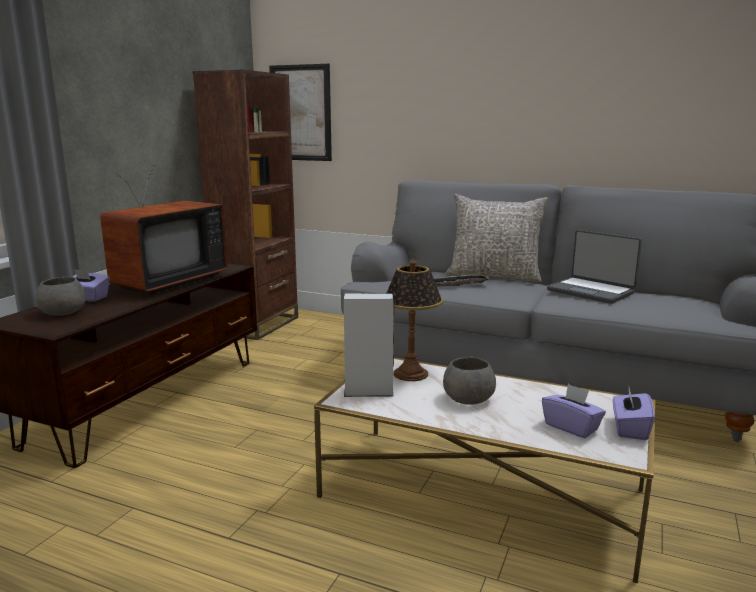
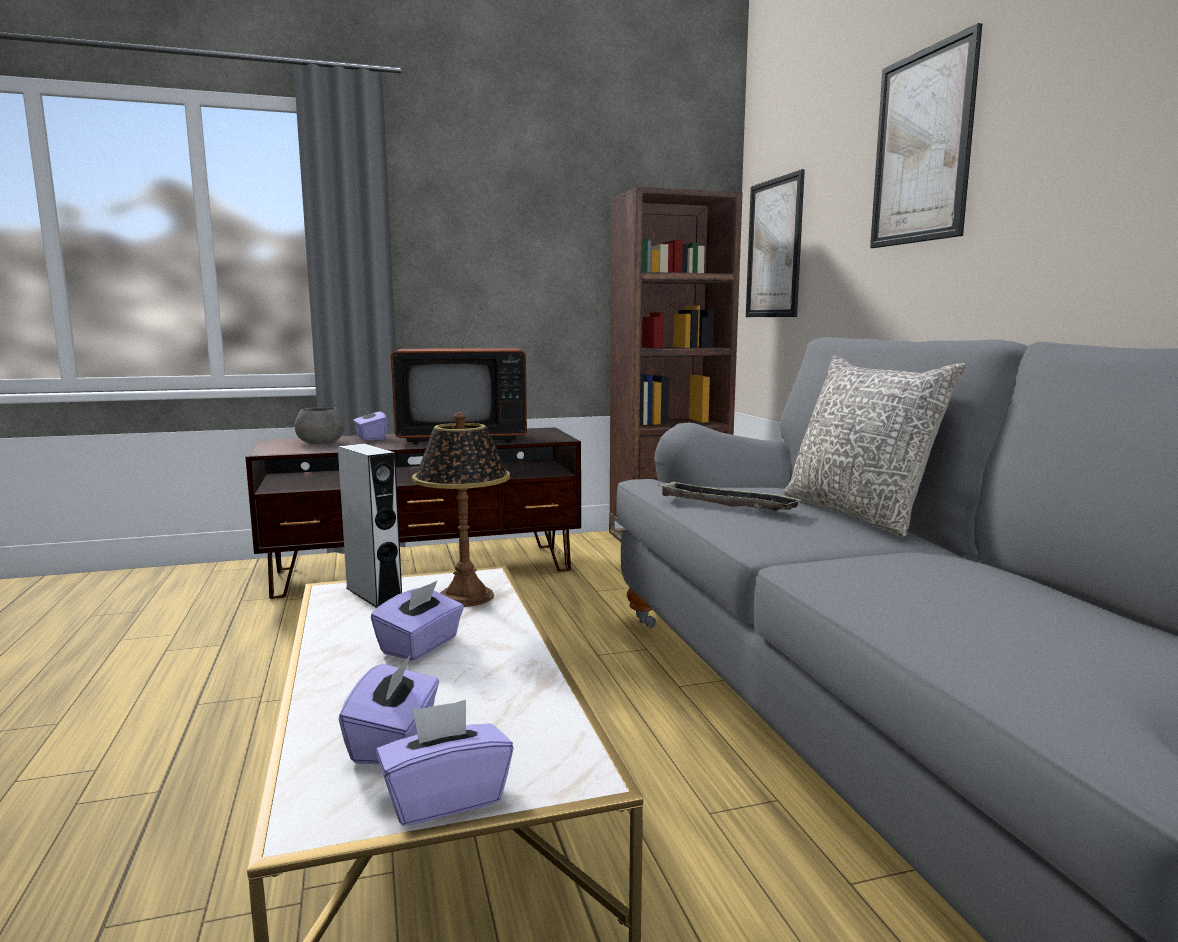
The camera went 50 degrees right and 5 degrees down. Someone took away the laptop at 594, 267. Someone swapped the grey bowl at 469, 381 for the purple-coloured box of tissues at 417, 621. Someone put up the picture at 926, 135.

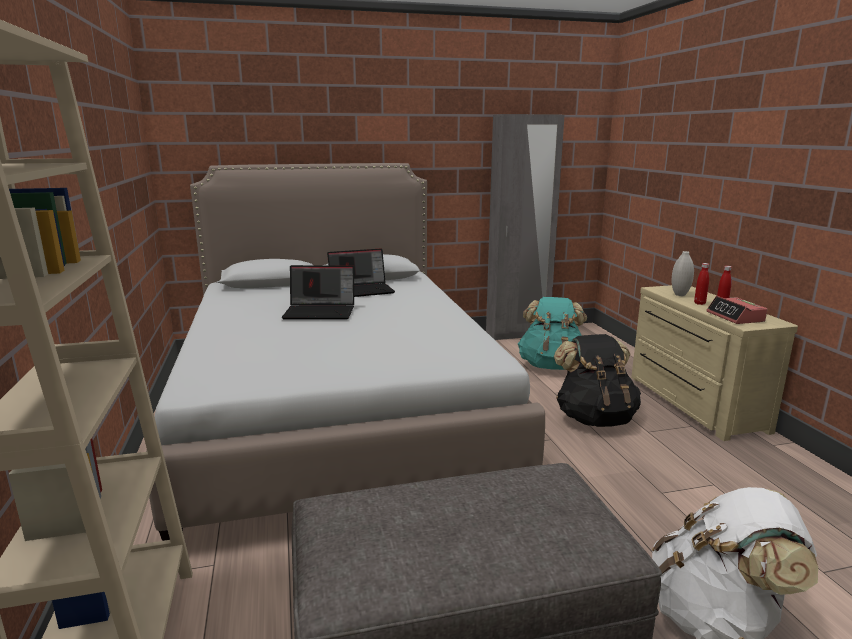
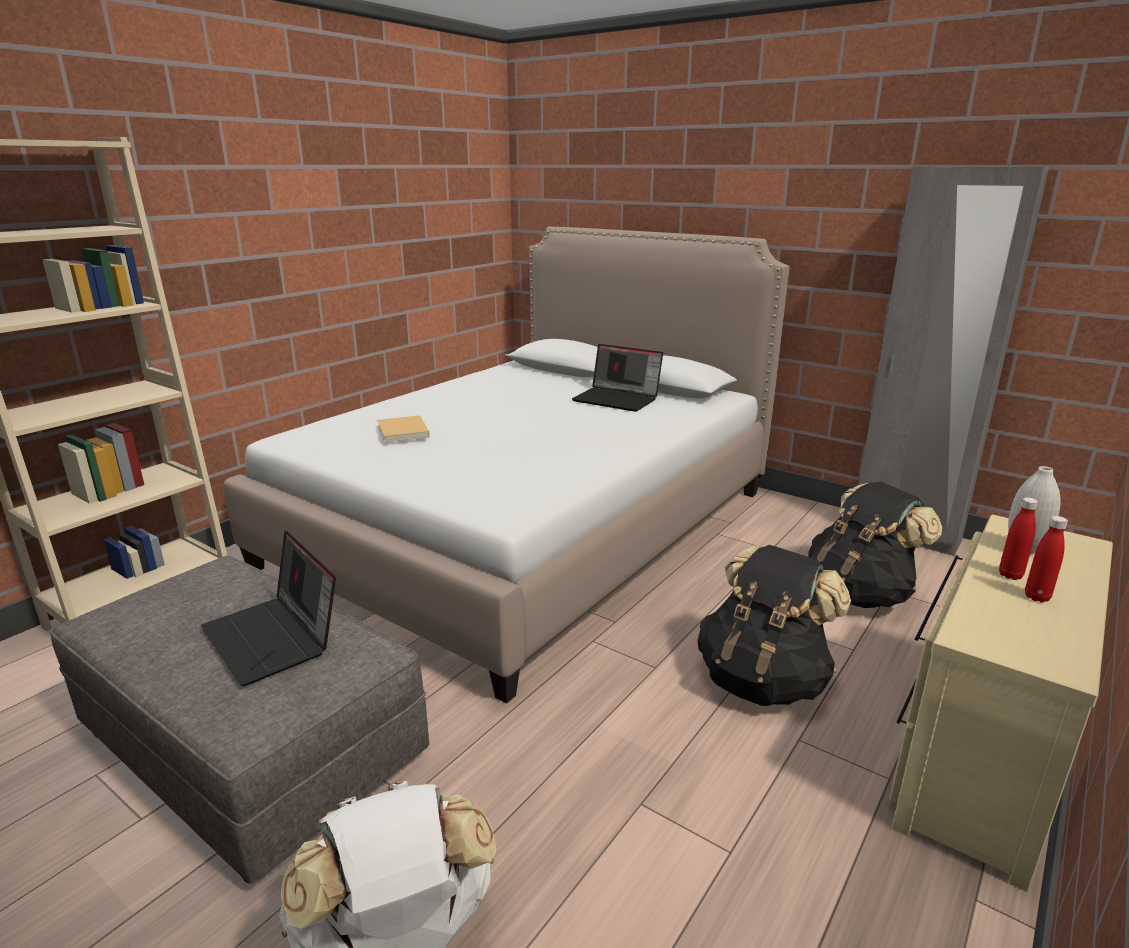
The camera went 50 degrees right and 5 degrees up. Someone carried the laptop from 318, 292 to 268, 608. Someone took away the alarm clock at 736, 310. Someone repainted the blue-green backpack at 552, 333, which became the black backpack at 875, 544. Someone put down the beige-coloured bound book at 403, 429.

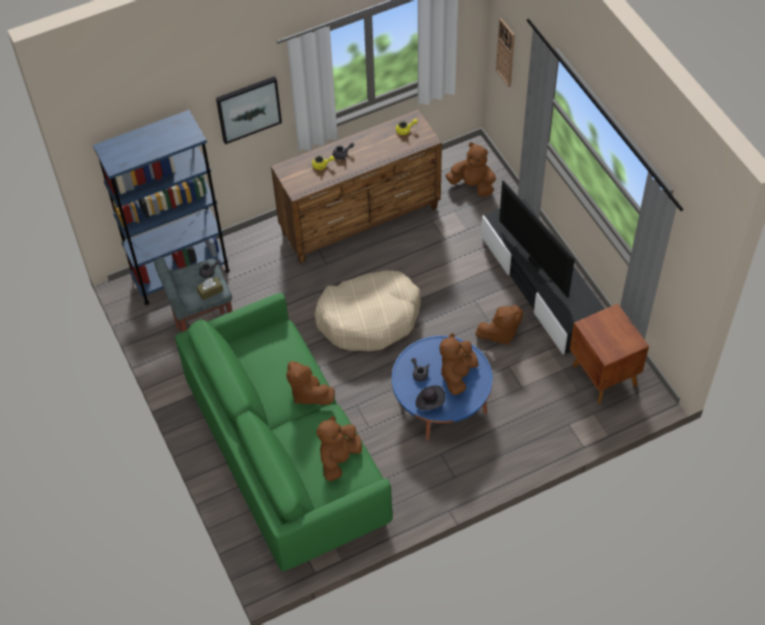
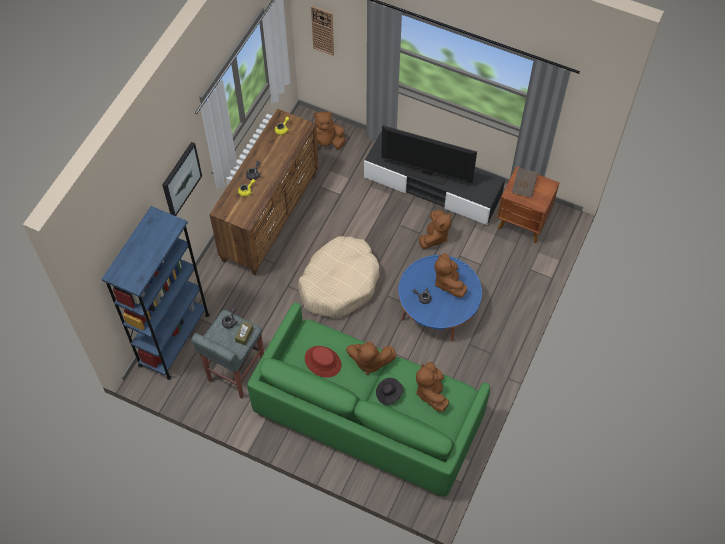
The camera went 40 degrees left and 5 degrees up. Someone carried the black clothing hat from 430, 397 to 389, 391. Someone put down the brown-coloured bound book at 525, 183. Someone put down the reddish clothing hat at 323, 362.

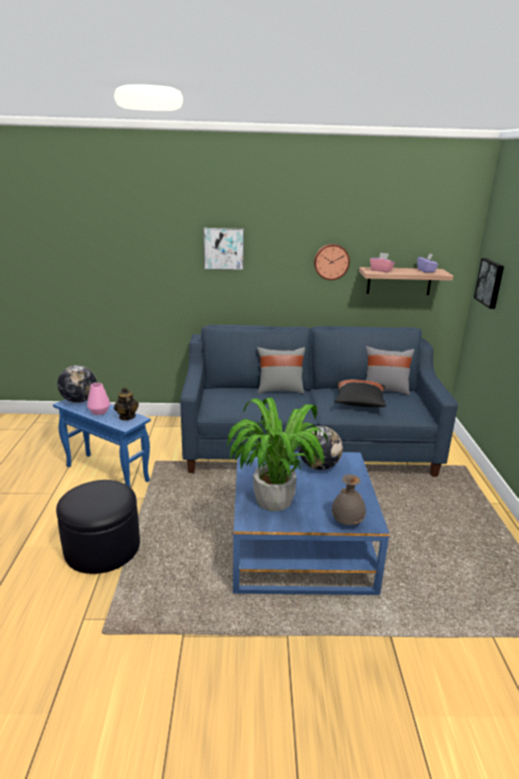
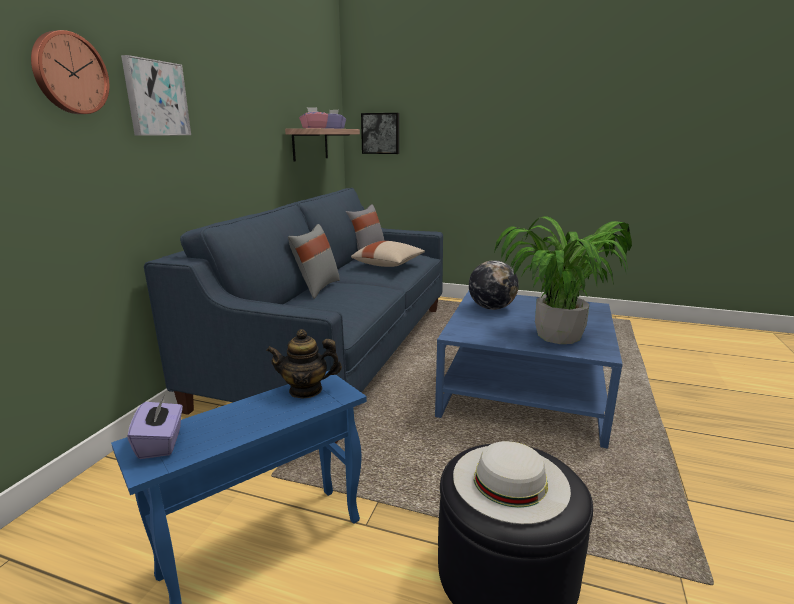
The camera went 70 degrees left and 5 degrees down. Someone carried the clock on the wall from 332, 262 to 70, 72. Someone swapped the world globe at 77, 384 for the purple-coloured box of tissues at 155, 427. Someone repainted the black throw pillow at 360, 393, which became the beige-coloured throw pillow at 388, 254. Someone took away the pink-coloured decorative vase at 98, 399. Someone took away the grey decorative vase at 349, 499. Someone put down the white-coloured clothing hat at 512, 482.

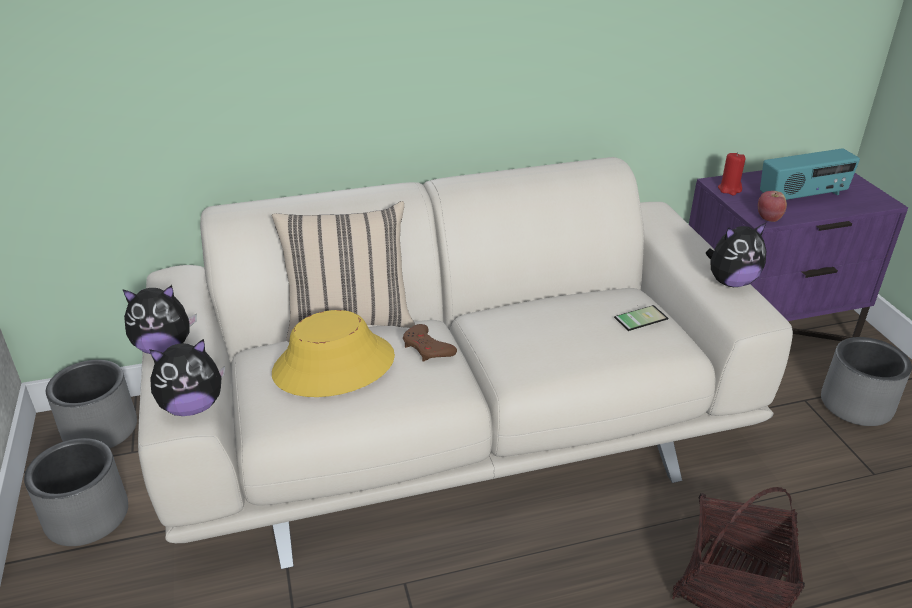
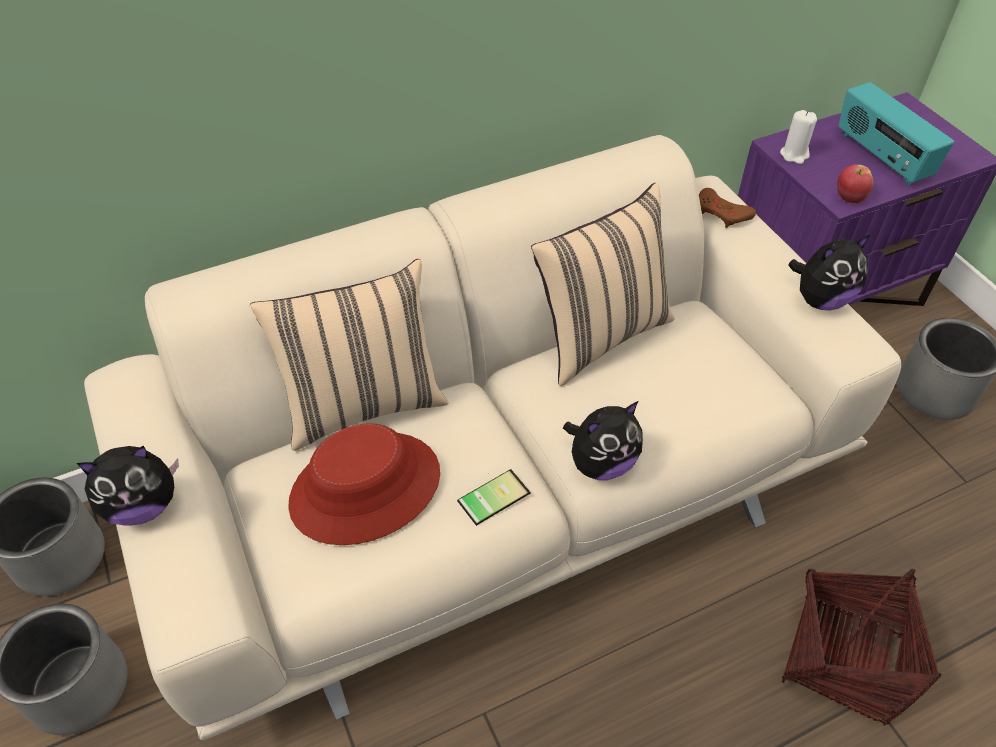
The camera went 10 degrees left and 15 degrees up. Someone rotated the radio receiver at 810, 174 by 90 degrees clockwise. Someone repainted the reddish candle at 731, 173, which became the white-coloured candle at 798, 137. Someone carried the handset from 641, 318 to 493, 497. Someone repainted the yellow clothing hat at 333, 353, which became the reddish clothing hat at 364, 484. Someone carried the brown-coloured joypad from 430, 343 to 727, 208. Someone carried the plush toy from 187, 377 to 603, 440. Someone put down the beige-coloured throw pillow at 603, 284.

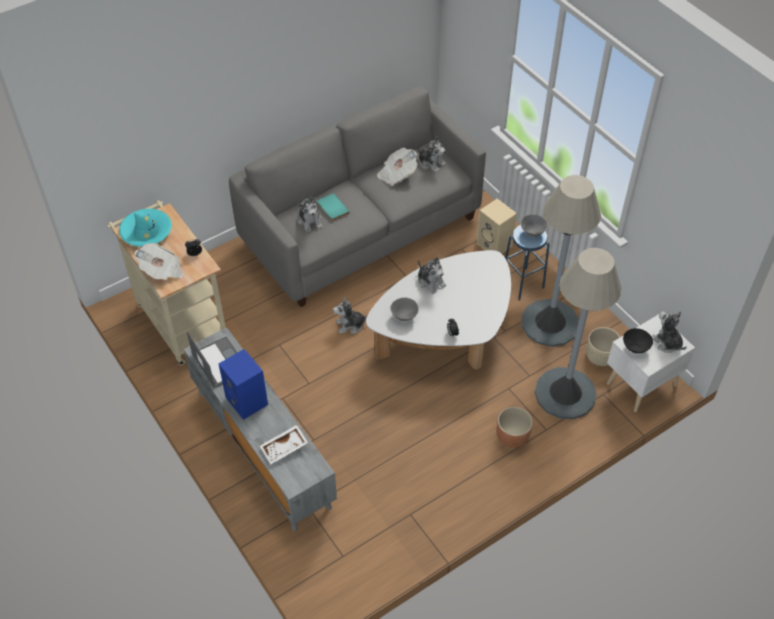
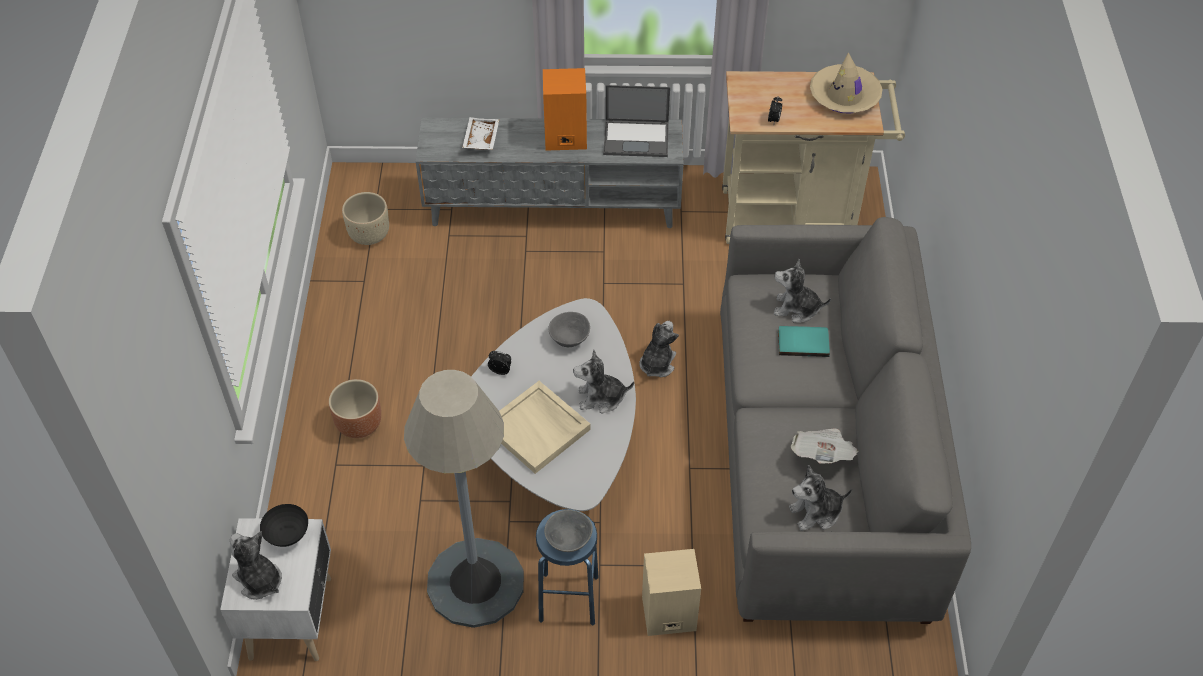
The camera went 125 degrees right and 0 degrees up. Someone repainted the blue-green clothing hat at 145, 228, which became the beige-coloured clothing hat at 846, 82. Someone took away the printed paper at 158, 261. Someone took away the grey floor lamp at 578, 333. Someone rotated the plush toy at 669, 332 by 135 degrees counterclockwise. Someone carried the beige-coloured planter from 603, 346 to 365, 218. Someone repainted the bluish loudspeaker at 243, 384, which became the orangey loudspeaker at 565, 109. Someone put down the beige-coloured tray at 544, 427.

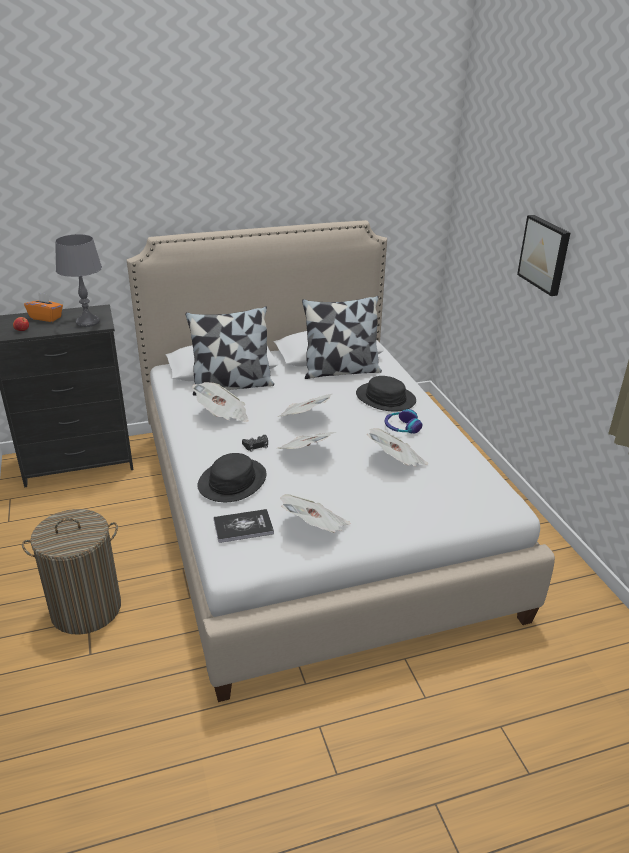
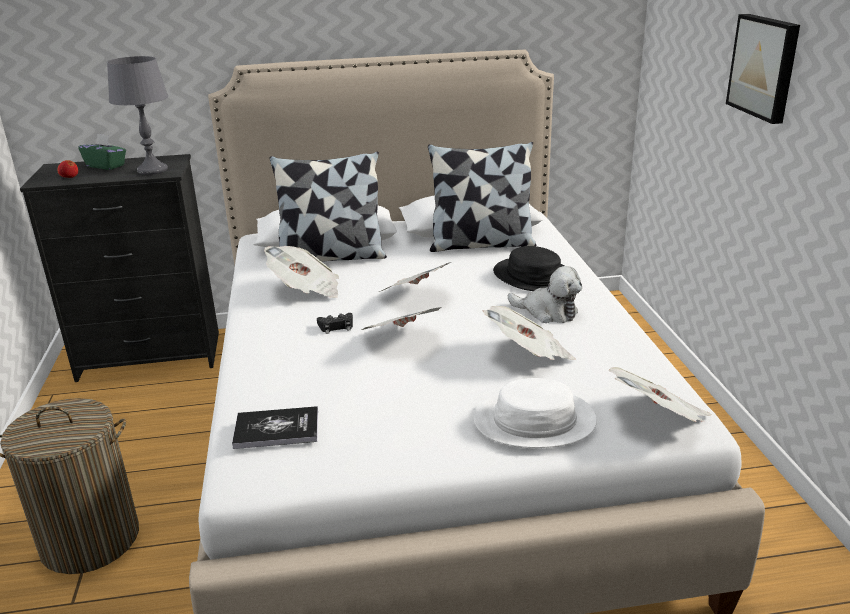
The camera went 10 degrees right and 5 degrees down. Someone repainted the orangey box of tissues at 43, 307, which became the green box of tissues at 102, 151. Someone swapped the pair of headphones at 403, 421 for the plush toy at 545, 294. Someone took away the black clothing hat at 231, 477. Someone carried the printed paper from 315, 513 to 660, 394. Someone put down the white-coloured clothing hat at 535, 413.

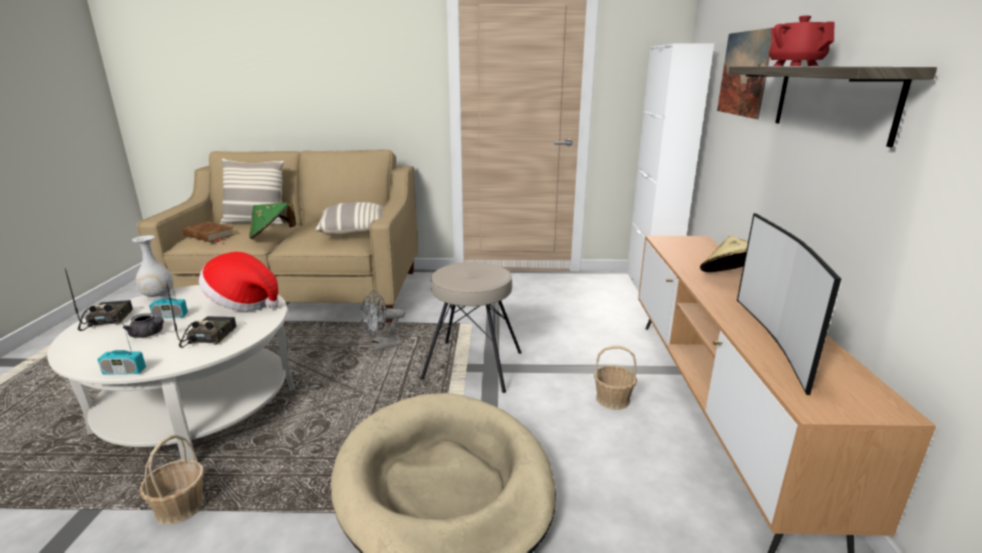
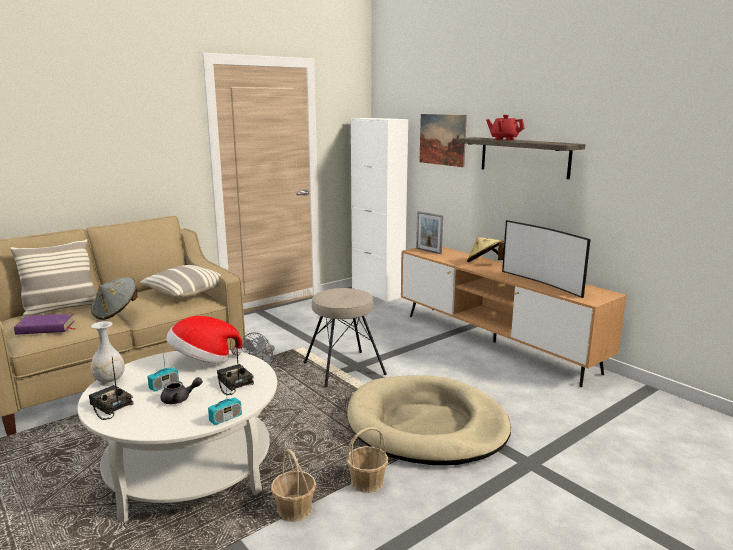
The camera went 40 degrees left and 5 degrees down. Someone repainted the green clothing hat at 272, 220, which became the grey clothing hat at 114, 298. Someone repainted the brown-coloured bound book at 208, 232, which became the purple-coloured bound book at 44, 324. Someone carried the basket from 615, 377 to 367, 460. Someone put down the standing frame at 429, 232.

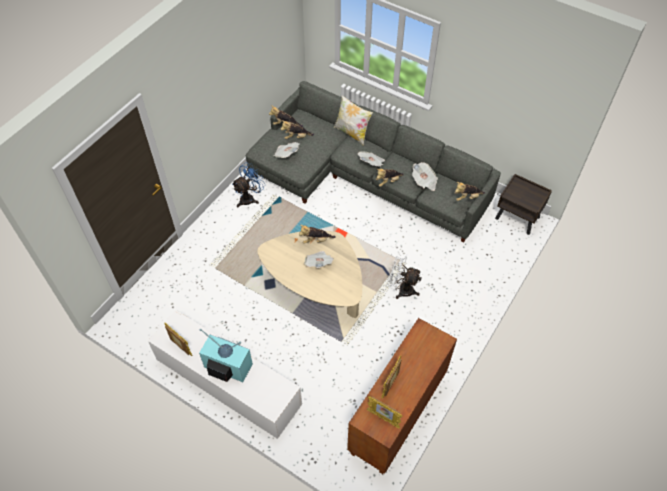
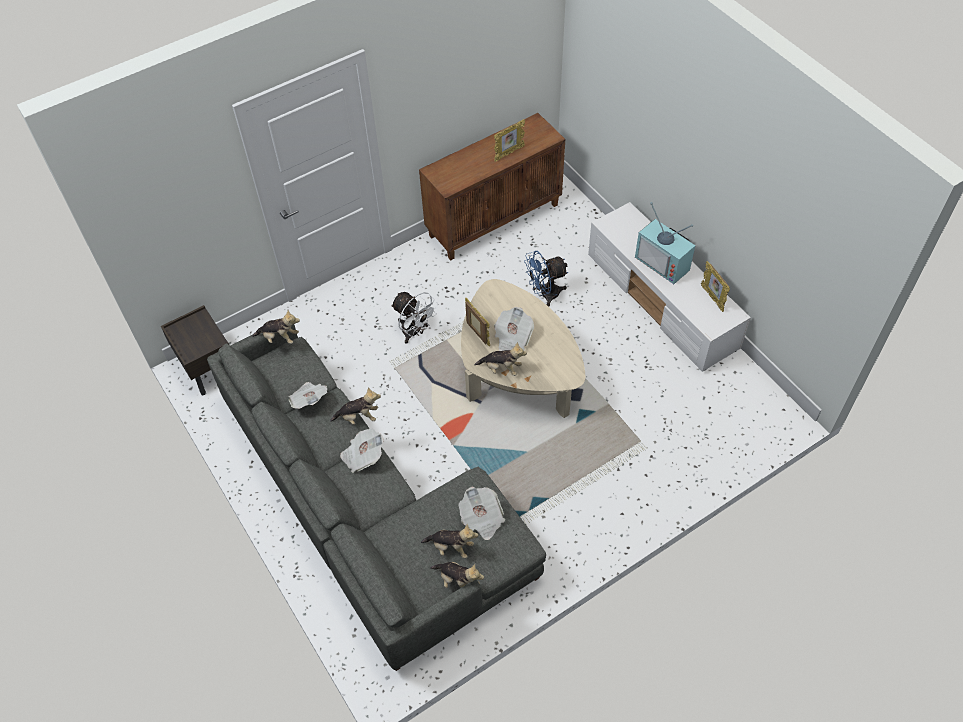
The camera went 155 degrees left and 0 degrees up. Someone took away the throw pillow at 353, 120. Someone carried the bluish electric fan from 249, 184 to 546, 279. Someone carried the standing frame from 384, 412 to 477, 322.

